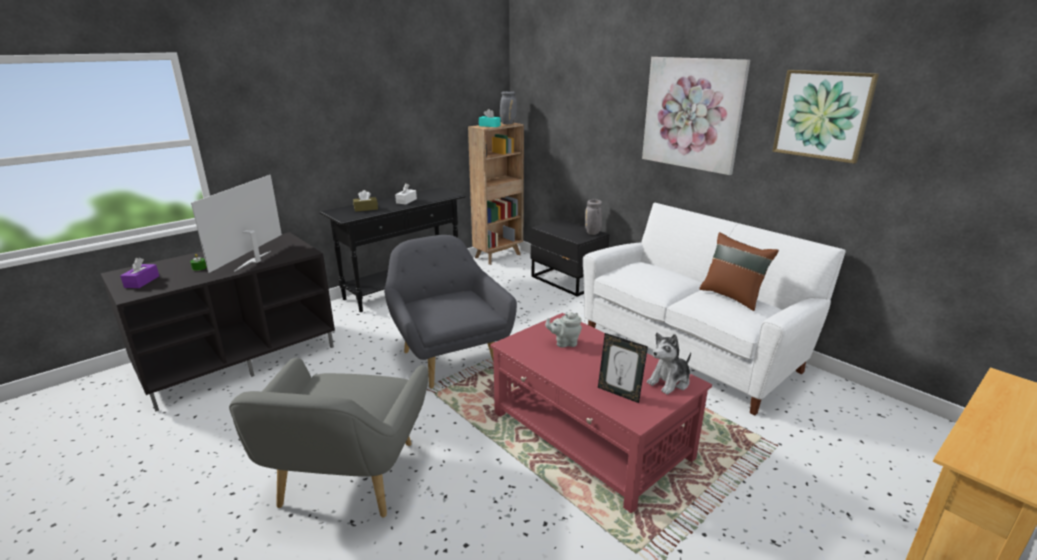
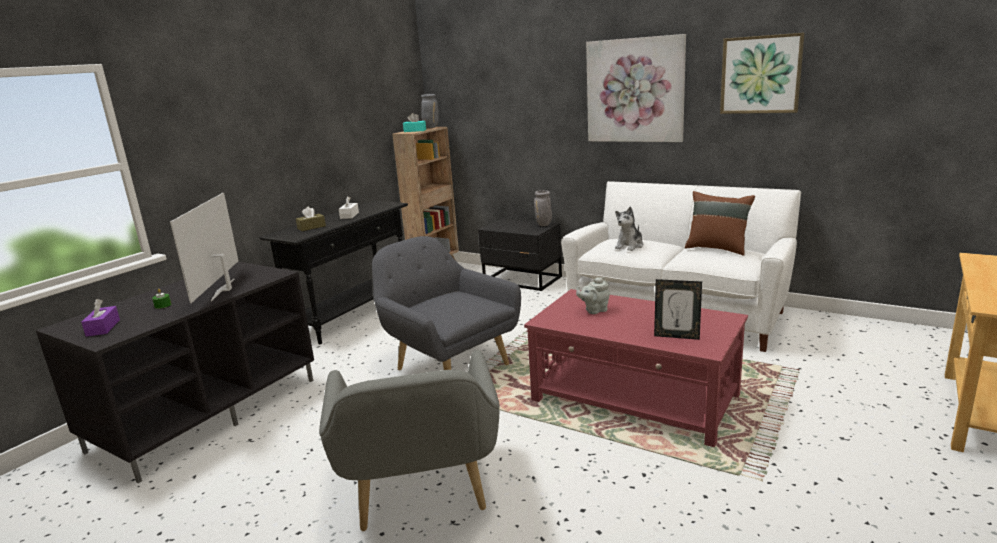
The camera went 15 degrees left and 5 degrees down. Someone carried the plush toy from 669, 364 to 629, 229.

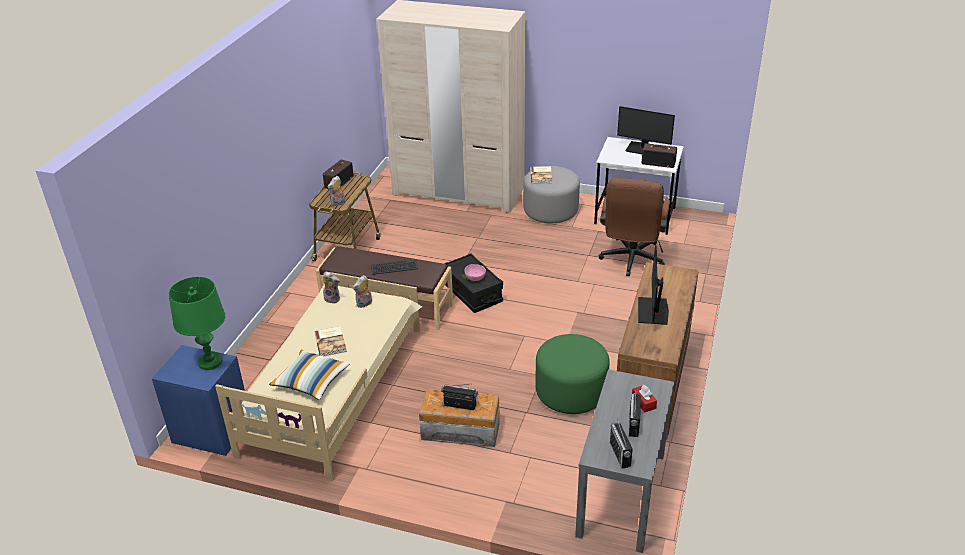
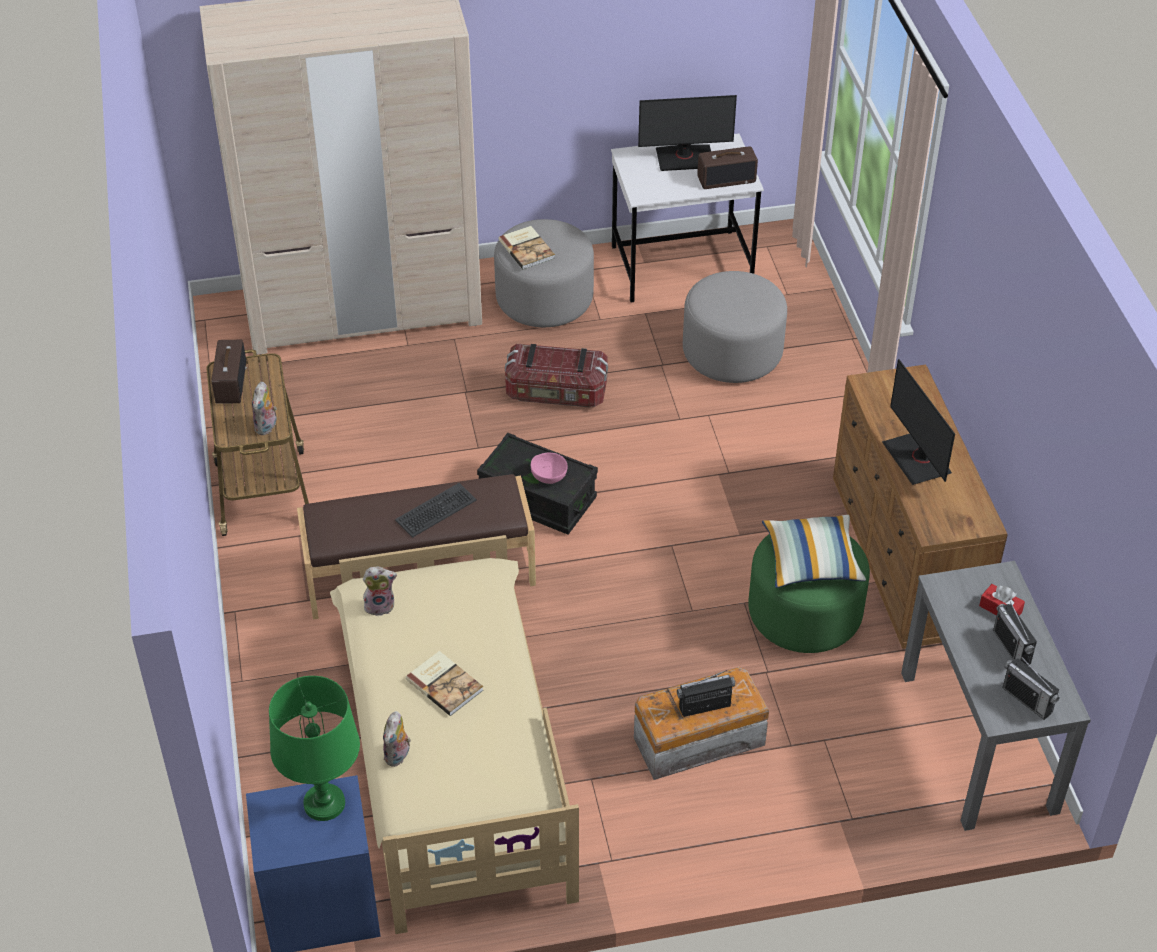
The camera went 30 degrees left and 10 degrees up. Someone swapped the brown-coloured computer chair at 634, 227 for the grey pouffe at 735, 327. Someone carried the plush toy from 362, 291 to 397, 739. Someone carried the throw pillow from 309, 375 to 814, 551. Someone put down the storage box at 556, 375.

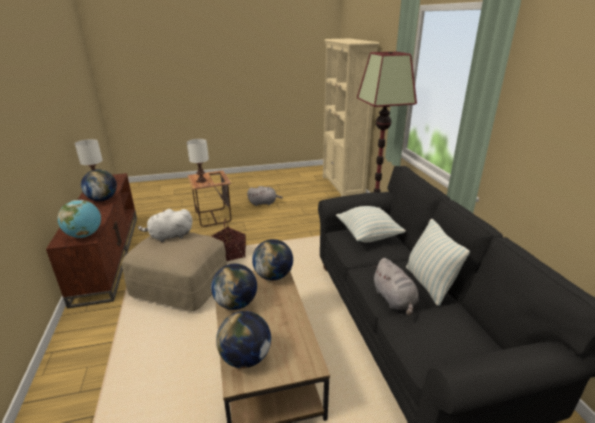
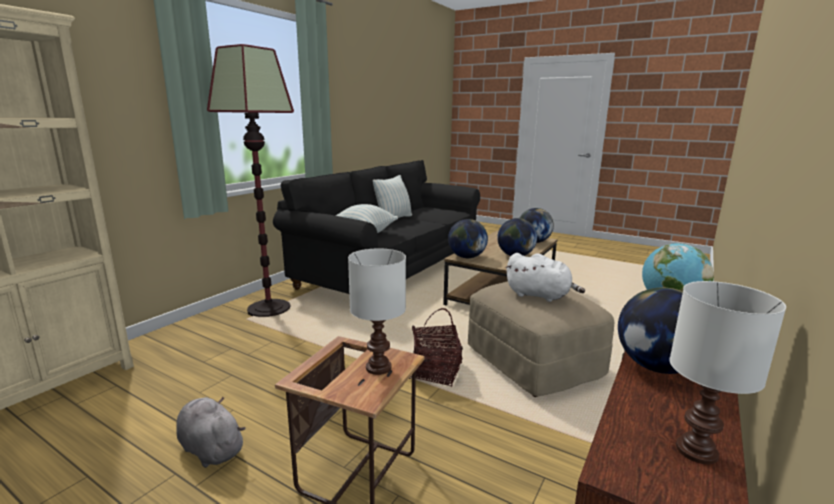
The camera went 135 degrees left and 10 degrees down. Someone took away the grey plush toy at 395, 287.

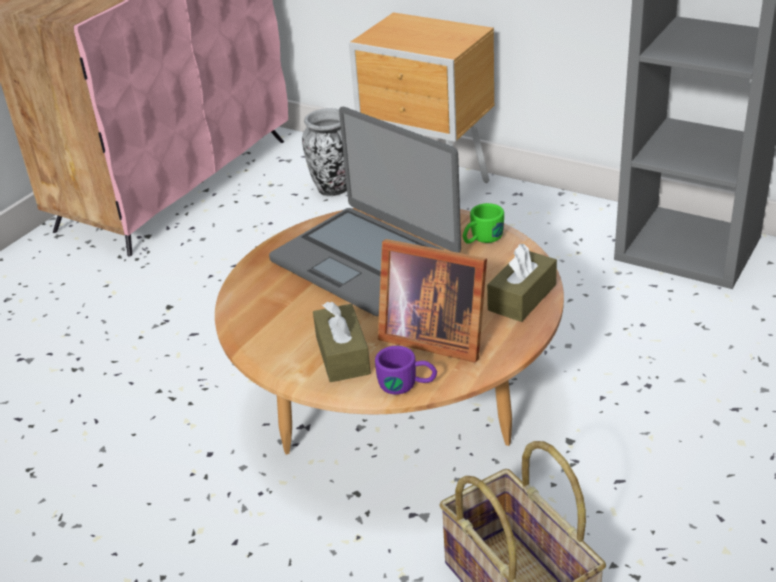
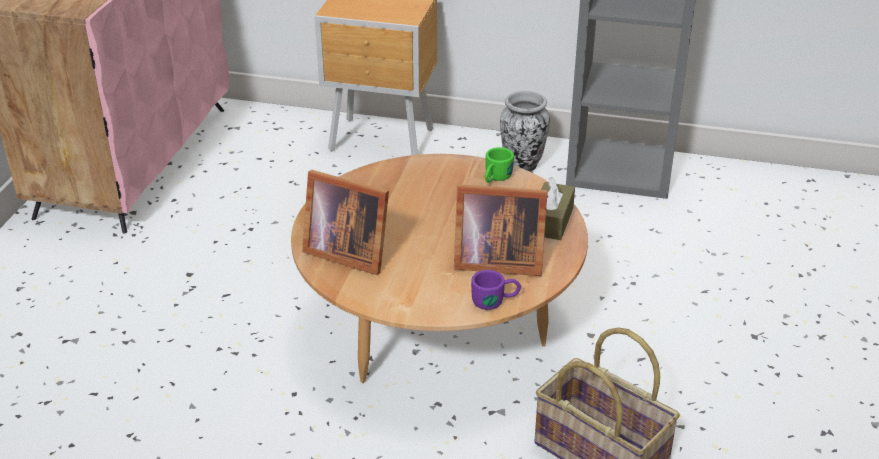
The camera went 20 degrees left and 0 degrees up. Someone took away the laptop at 365, 211. Someone carried the decorative vase from 324, 152 to 525, 131. Someone took away the brown-coloured box of tissues at 342, 342. Someone put down the standing frame at 345, 222.

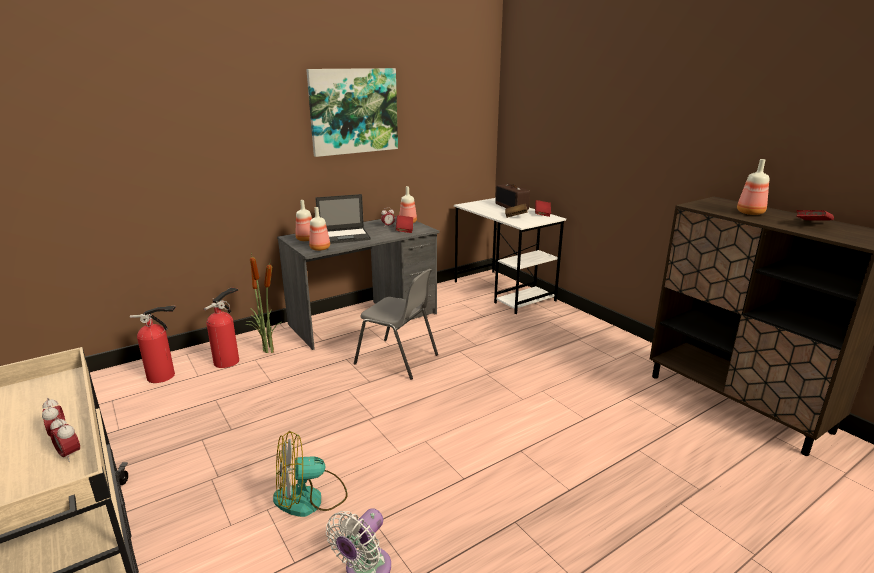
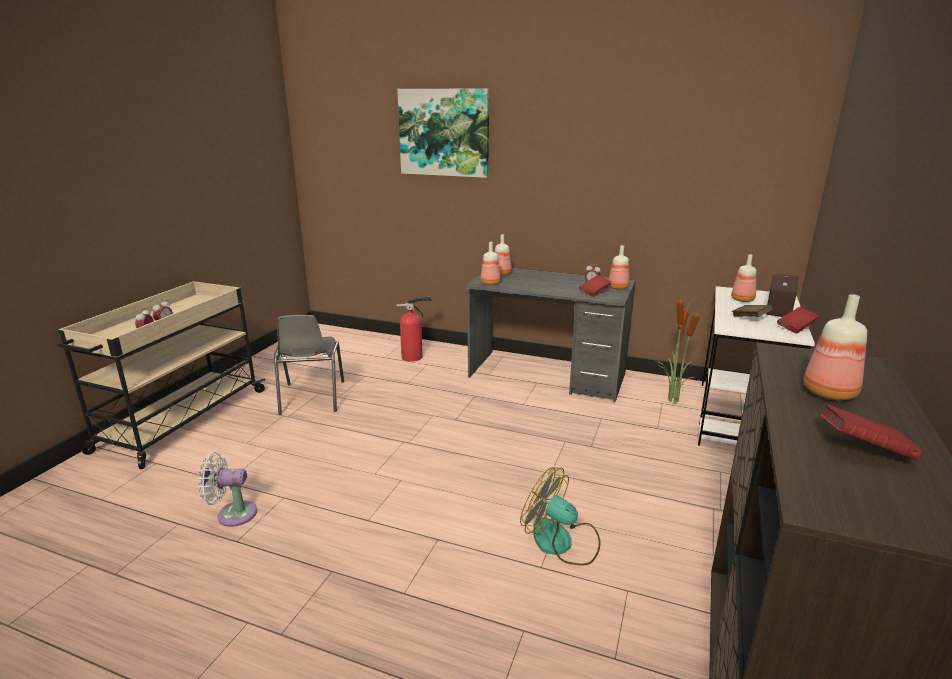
The camera went 55 degrees right and 0 degrees up. Someone carried the picture from 352, 112 to 443, 133. Someone took away the laptop at 343, 219. Someone carried the houseplant from 264, 303 to 678, 349. Someone carried the grey upright chair from 396, 324 to 309, 365. Someone took away the extinguisher at 153, 344. Someone carried the electric fan from 310, 474 to 560, 516. Someone put down the drink bottle at 744, 278.

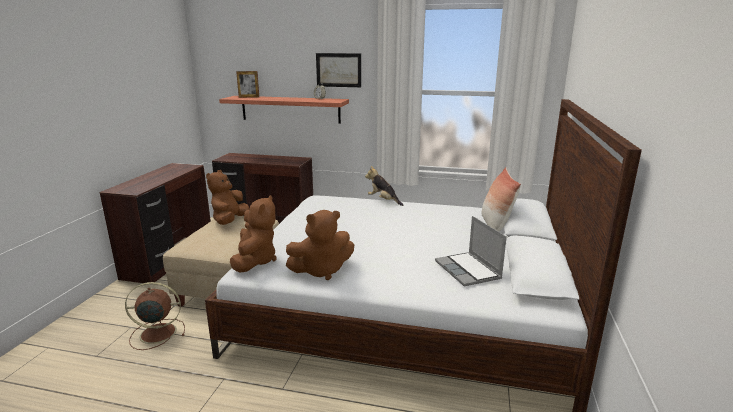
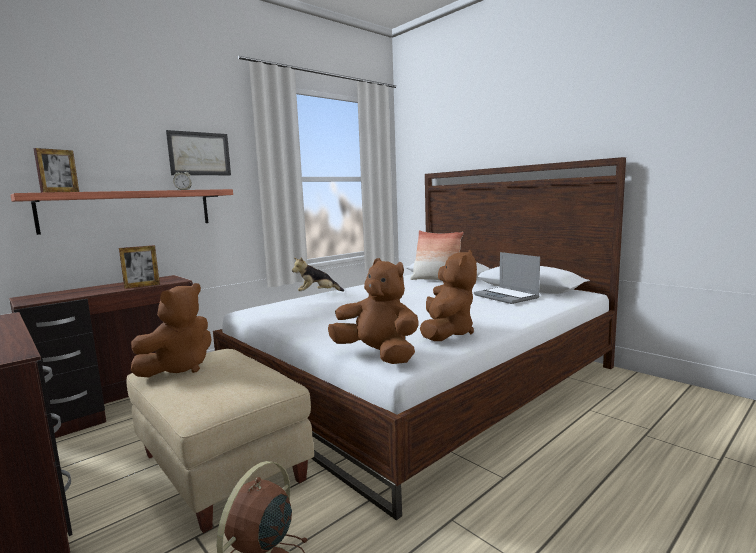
The camera went 55 degrees left and 10 degrees down. Someone rotated the brown-coloured plush toy at 227, 197 by 105 degrees counterclockwise. Someone rotated the laptop at 471, 251 by 45 degrees clockwise. Someone put down the standing frame at 139, 267.

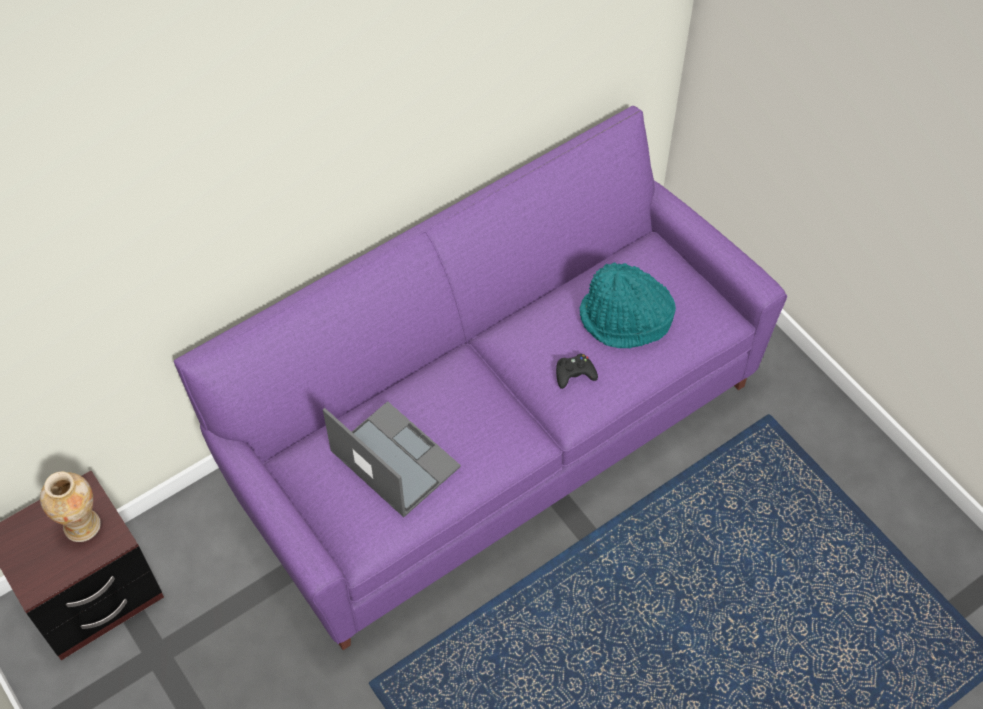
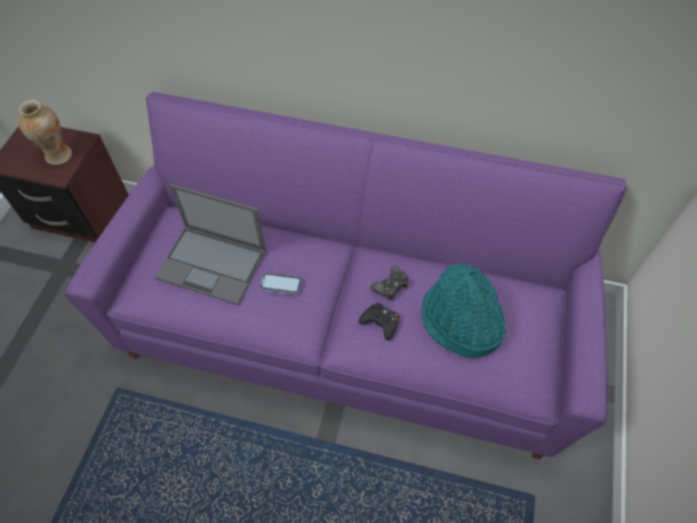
The camera went 50 degrees right and 0 degrees up. Someone rotated the laptop at 392, 459 by 105 degrees clockwise. Someone put down the black joypad at 389, 283. Someone put down the handset at 281, 284.

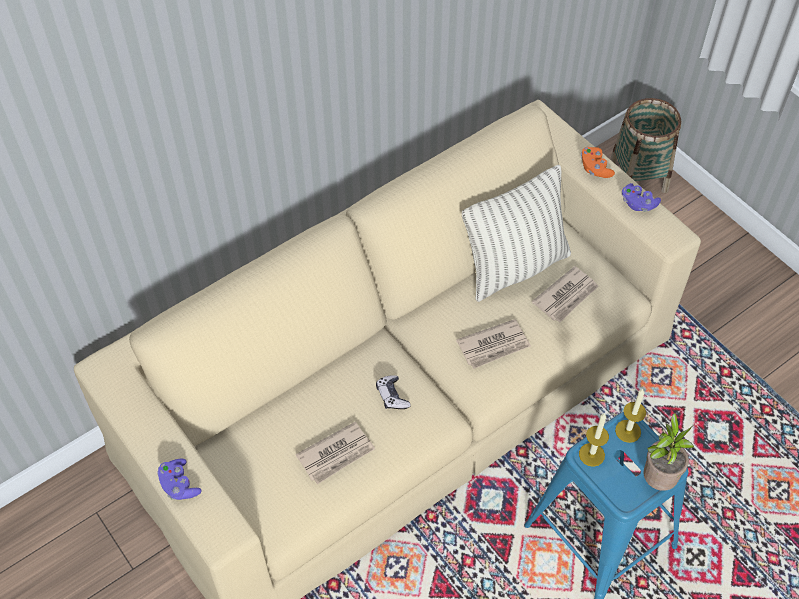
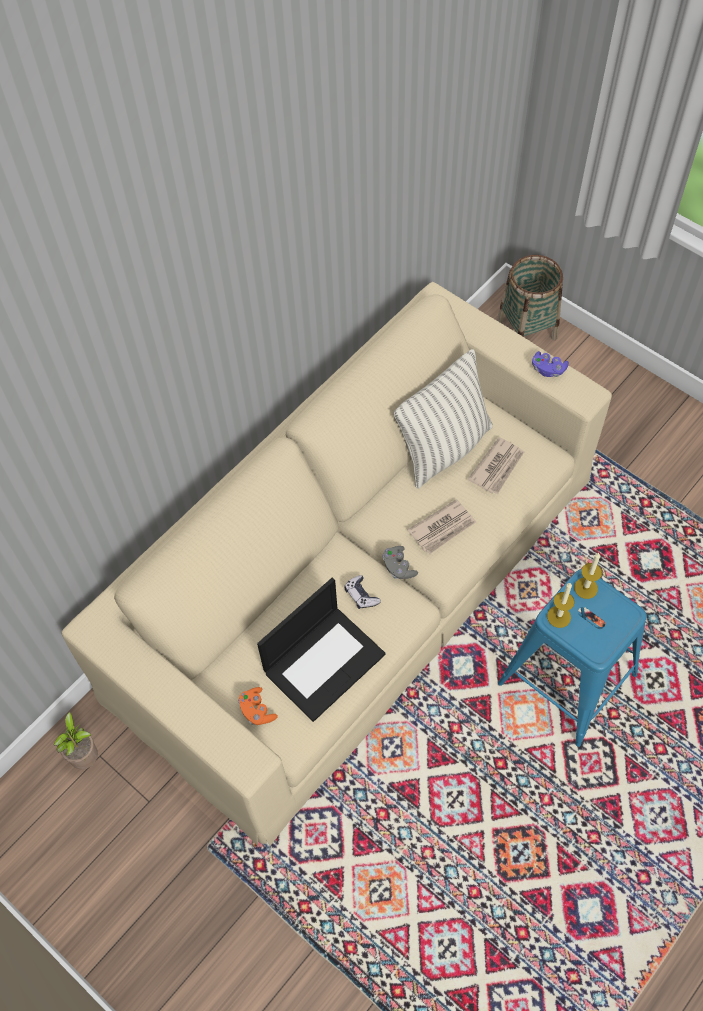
The camera went 10 degrees left and 5 degrees up. Someone carried the orangey joypad from 598, 162 to 258, 706. Someone carried the houseplant from 668, 452 to 75, 741. Someone swapped the printed paper at 335, 453 for the laptop at 321, 650. Someone took away the purple-coloured joypad at 179, 479. Someone put down the grey joypad at 400, 562.

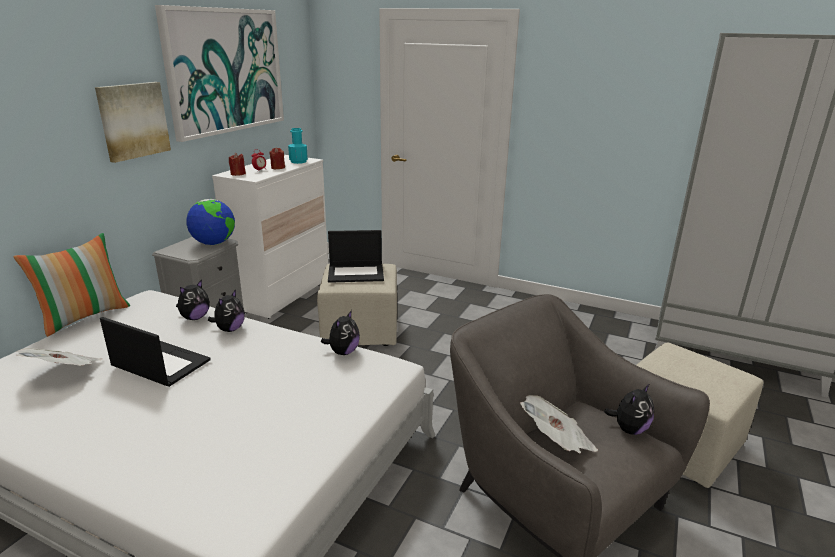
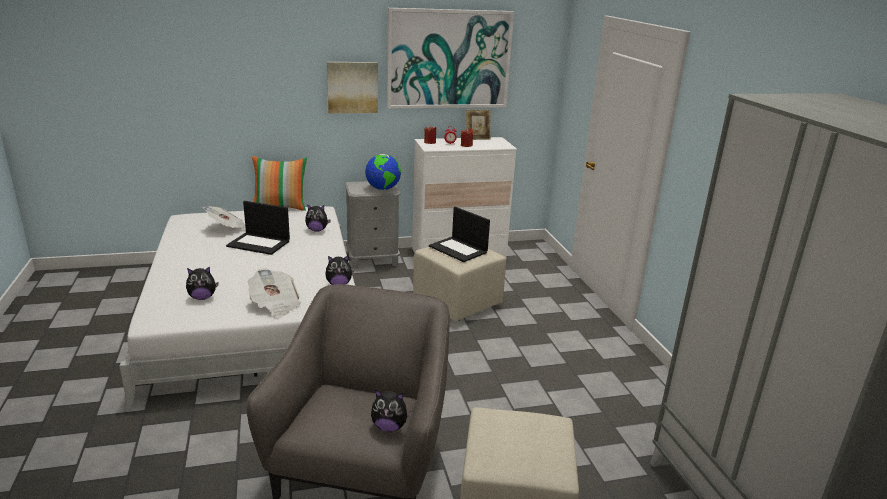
The camera went 50 degrees right and 0 degrees up. Someone took away the blue-green drink bottle at 298, 146. Someone carried the plush toy from 226, 310 to 202, 283. Someone rotated the laptop at 155, 352 by 120 degrees clockwise. Someone carried the printed paper from 559, 424 to 274, 293. Someone put down the standing frame at 478, 125.

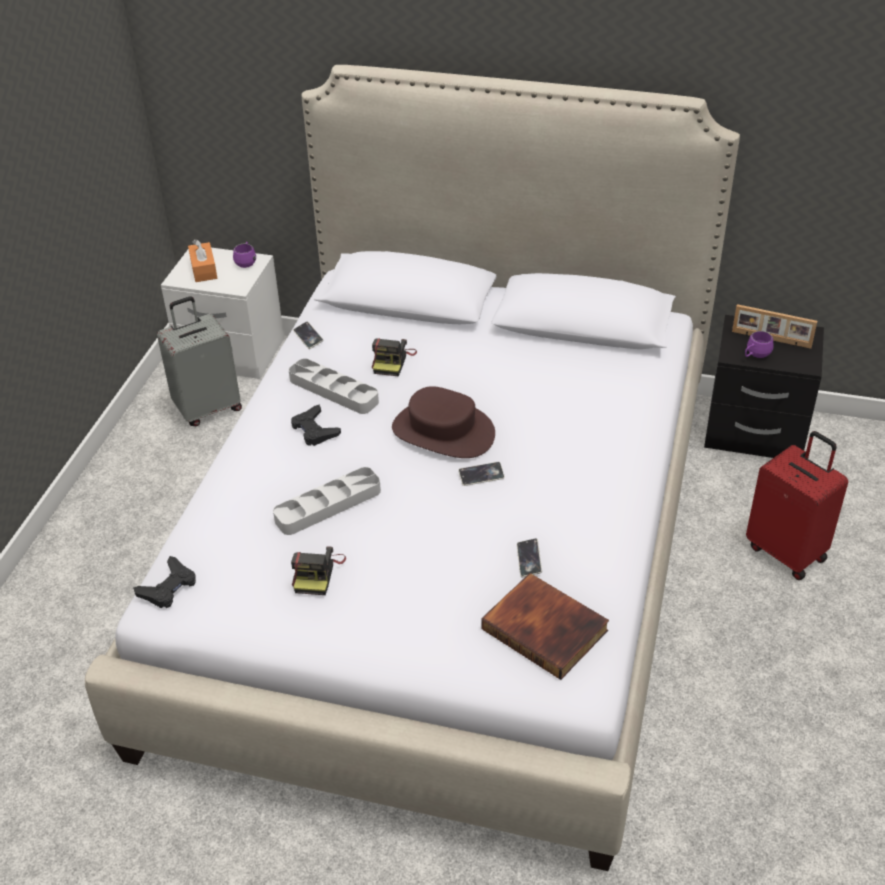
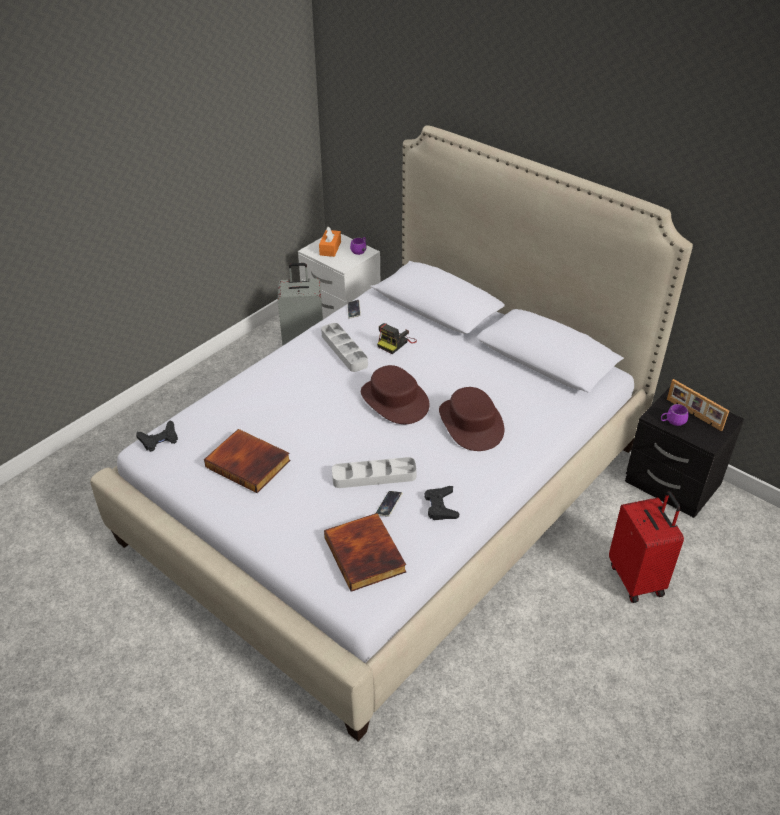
The camera went 25 degrees right and 0 degrees up. Someone carried the black joypad from 316, 425 to 441, 503. Someone took away the handset at 481, 474. Someone carried the grey tray from 327, 501 to 374, 472. Someone swapped the photo camera at 318, 571 for the bound book at 247, 461. Someone put down the brown-coloured clothing hat at 471, 419.

